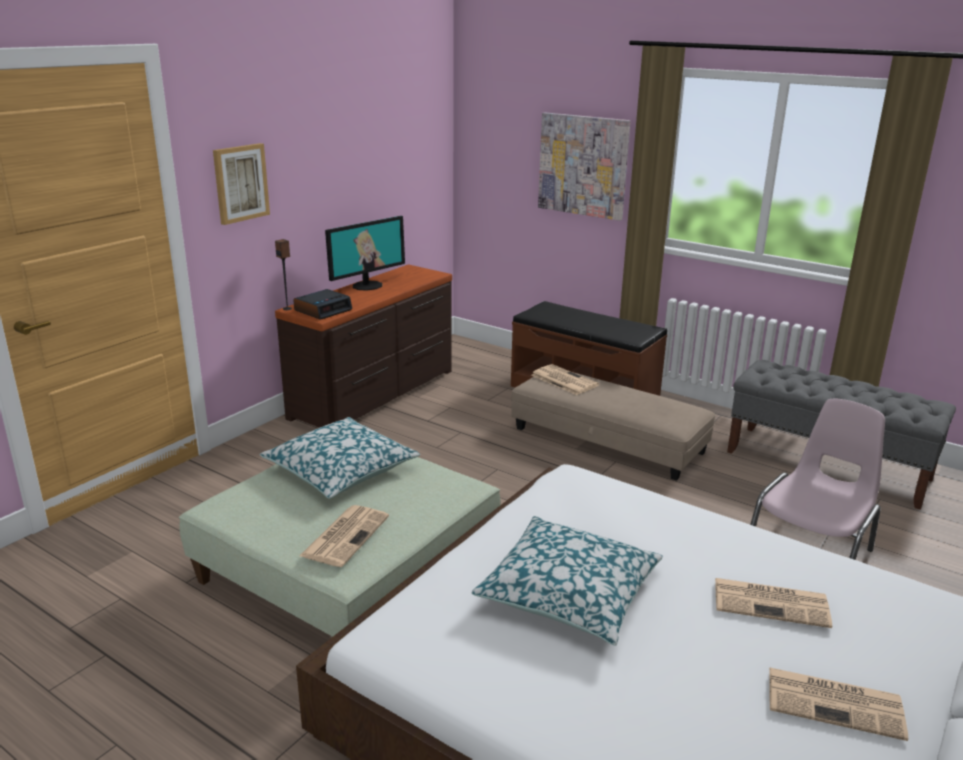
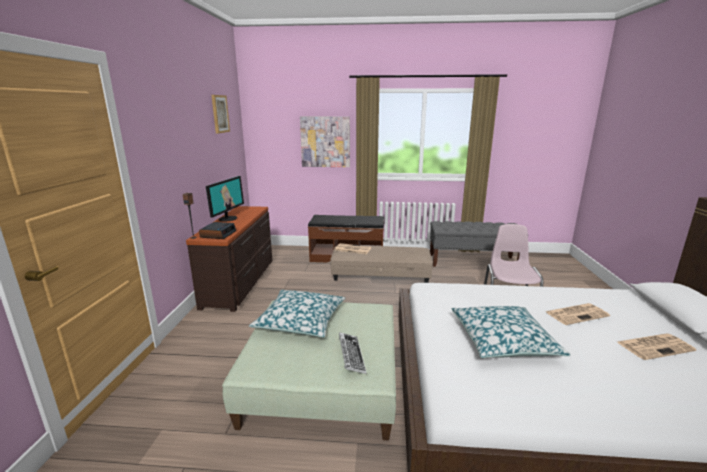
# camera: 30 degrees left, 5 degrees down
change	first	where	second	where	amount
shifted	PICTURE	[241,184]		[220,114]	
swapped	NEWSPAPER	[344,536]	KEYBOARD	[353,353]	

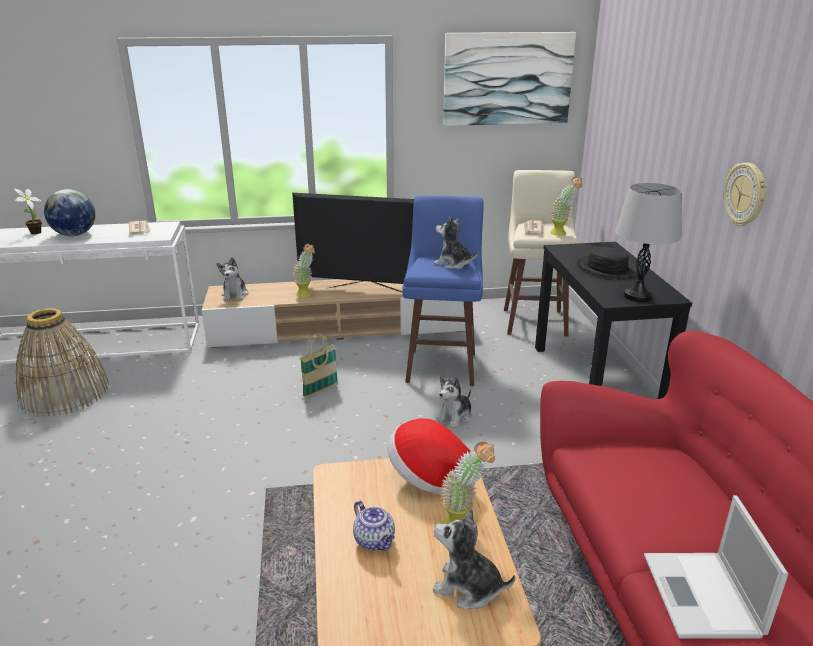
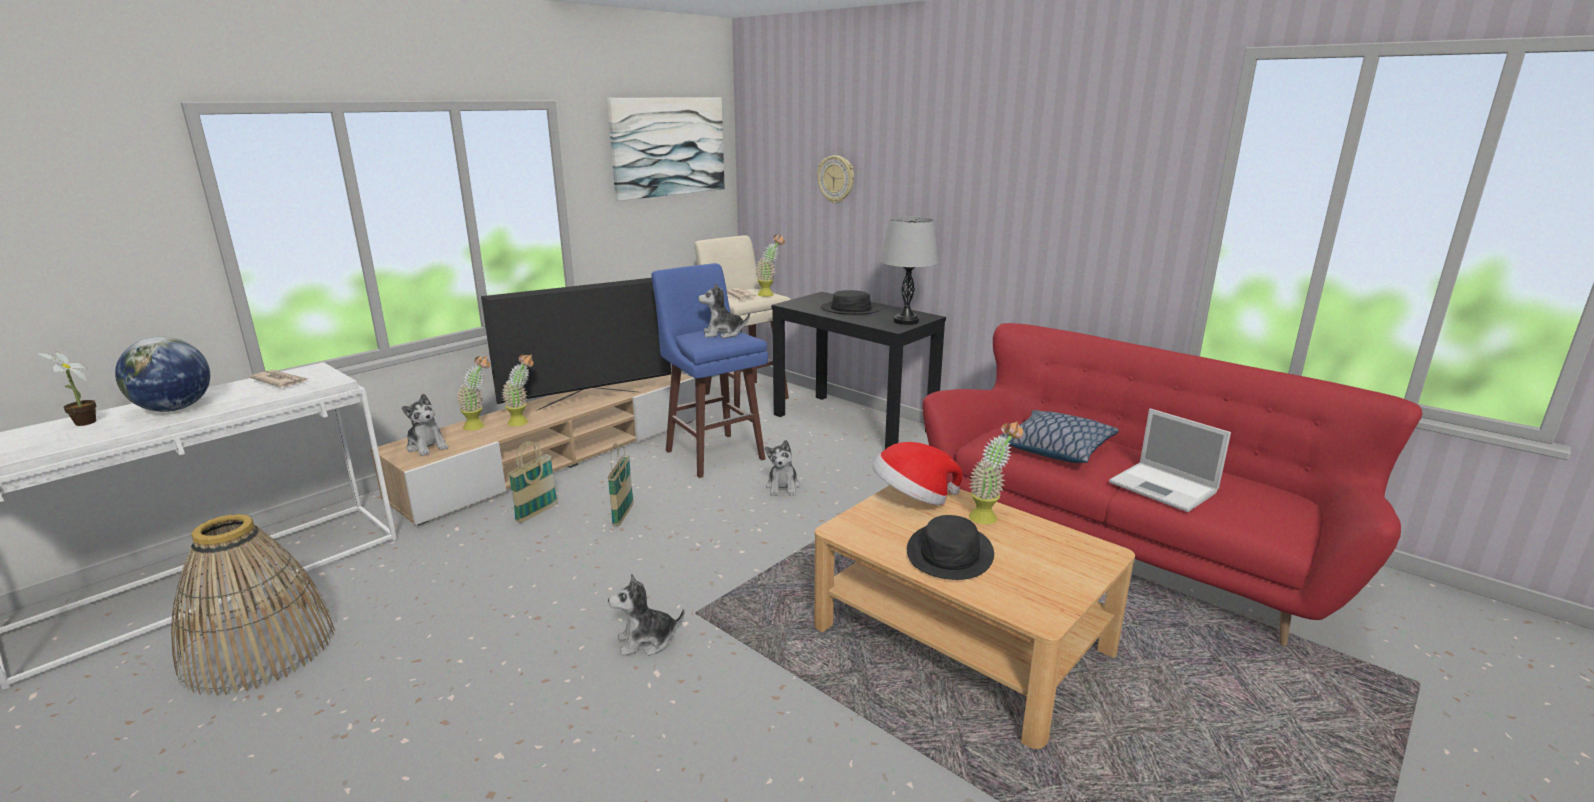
# camera: 40 degrees left, 5 degrees down
change	first	where	second	where	amount
swapped	TEAPOT	[374,525]	BLACK HAT	[950,547]	
shifted	PLUSH TOY	[474,559]		[646,615]	
shifted	WALL CLOCK	[745,194]		[835,179]	
new			POTTED PLANT	[473,393]	
new			BASKET	[533,482]	
new			PILLOW	[1059,436]	

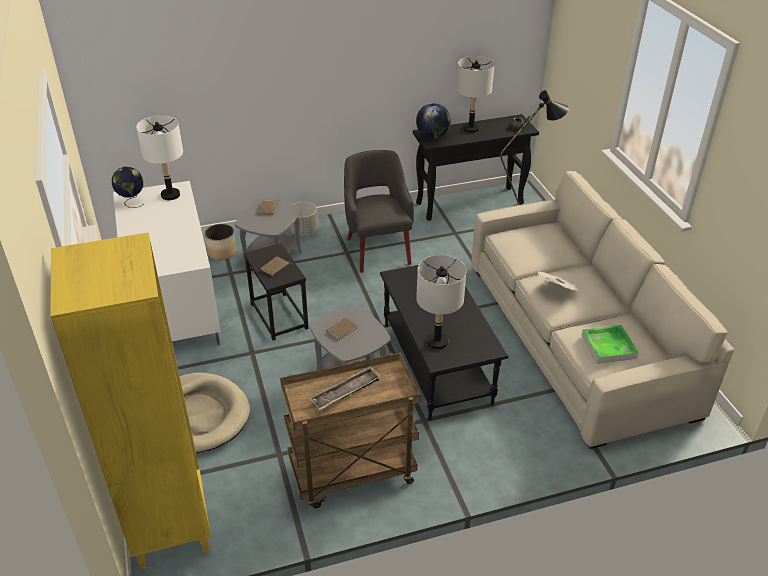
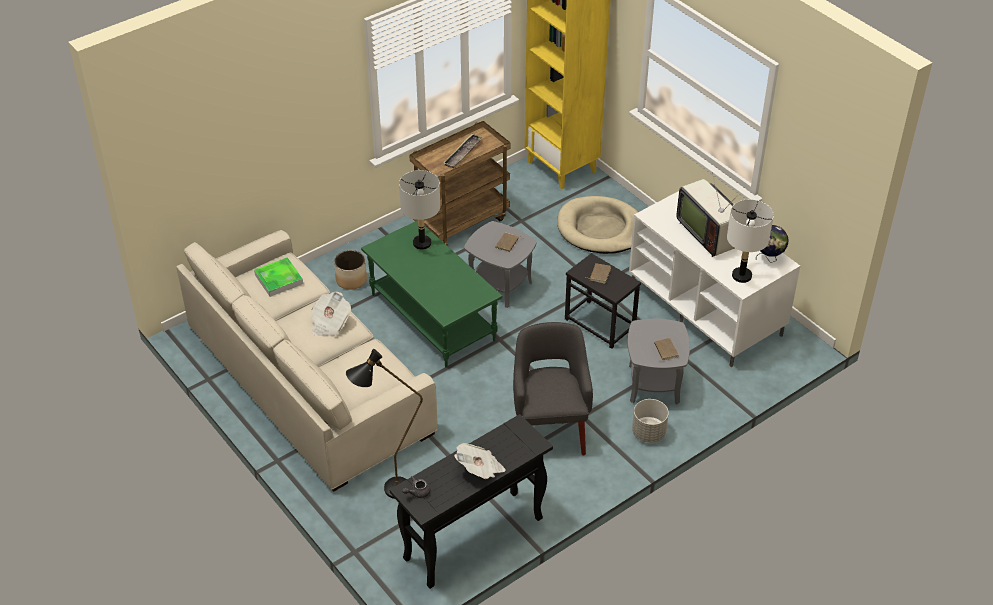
# camera: 160 degrees right, 5 degrees up
change	first	where	second	where	amount
shifted	PLANTER	[220,242]		[350,270]	
rotated	GREY ARMCHAIR	[379,211]		[553,389]	150 degrees counterclockwise
repainted	BLACK COFFEE TABLE	[444,342]	GREEN COFFEE TABLE	[432,294]	
gone	GLOBE	[433,120]			
swapped	GREY TABLE LAMP	[476,94]	NEWSPAPER	[480,461]	
new			TELEVISION	[706,214]	

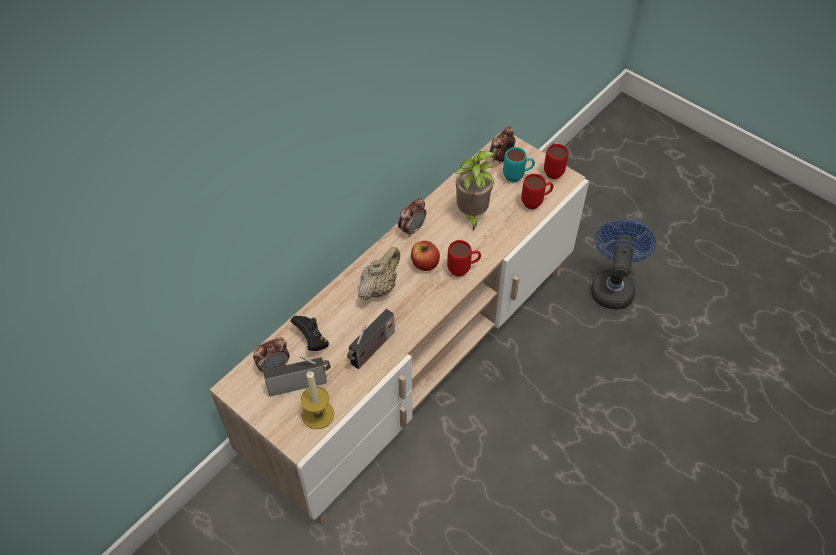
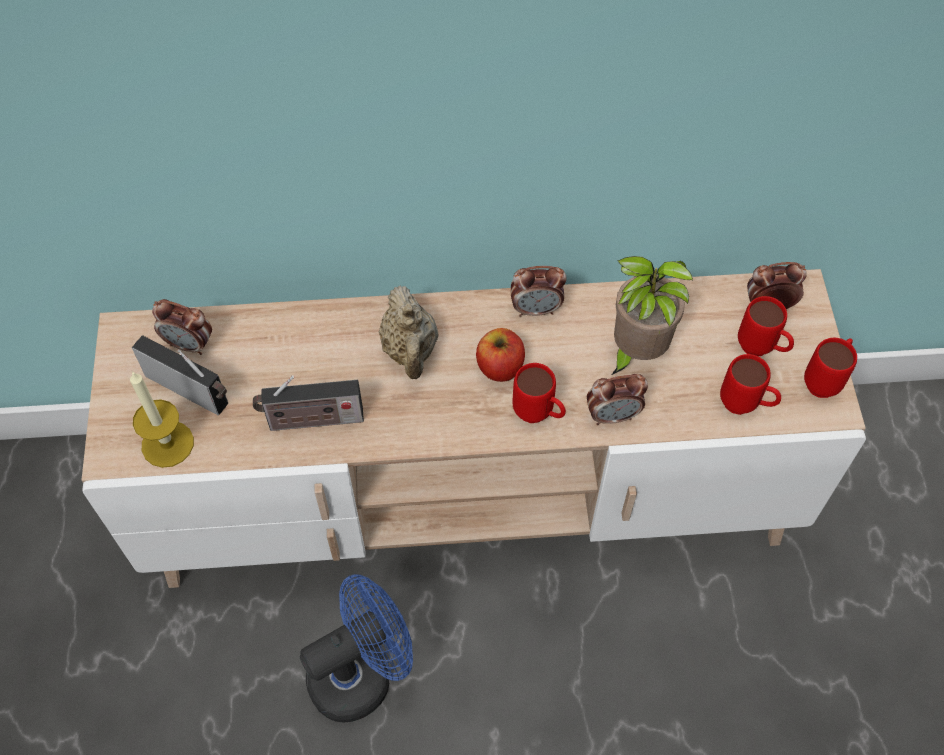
# camera: 45 degrees right, 5 degrees up
change	first	where	second	where	amount
gone	BLACK GAME CONTROLLER	[310,333]			
rotated	BEIGE TEAPOT	[379,273]		[408,332]	90 degrees clockwise
repainted	TURQUOISE MUG	[519,165]	RED MUG	[766,326]	
shifted	BLUE FAN	[623,264]		[356,648]	
new			ALARM CLOCK	[617,399]	

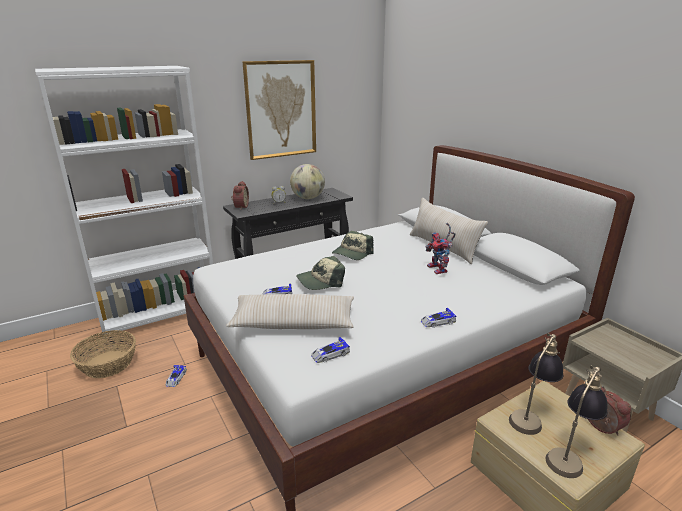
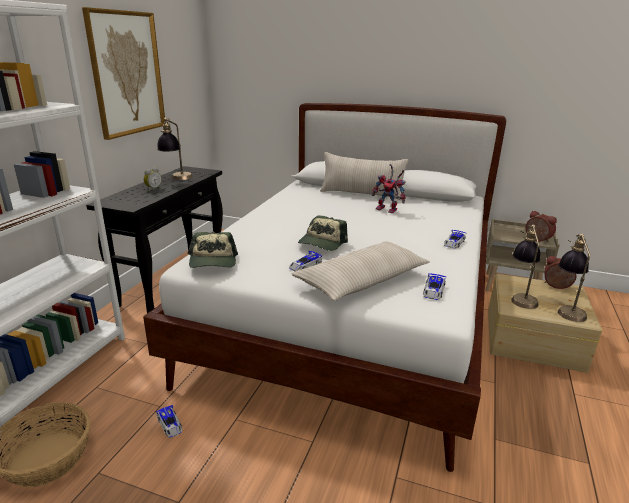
# camera: 40 degrees left, 0 degrees up
change	first	where	second	where	amount
shifted	ALARM CLOCK	[240,195]		[541,226]	
swapped	GLOBE	[307,181]	TABLE LAMP	[175,148]	
shifted	CAP	[353,245]		[213,250]	

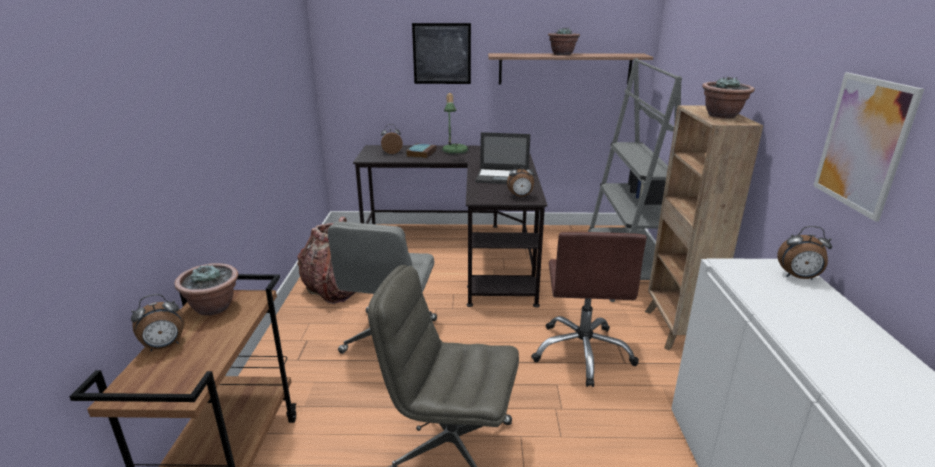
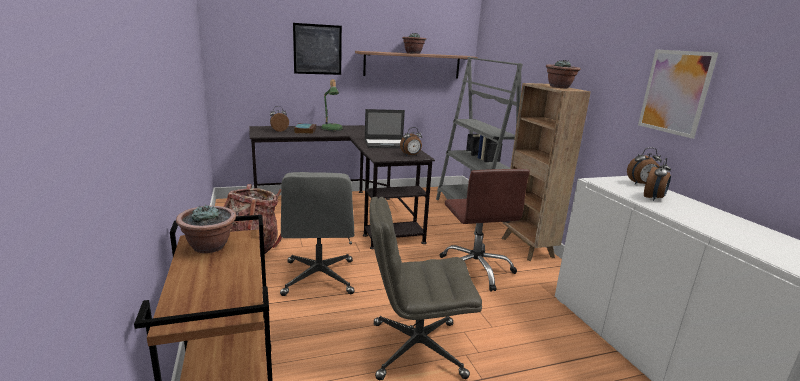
# camera: 20 degrees left, 5 degrees down
change	first	where	second	where	amount
shifted	ALARM CLOCK	[158,322]		[657,179]	

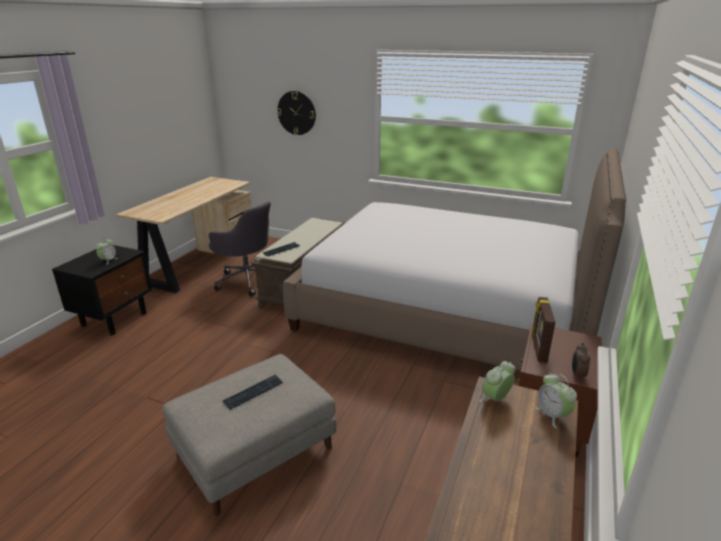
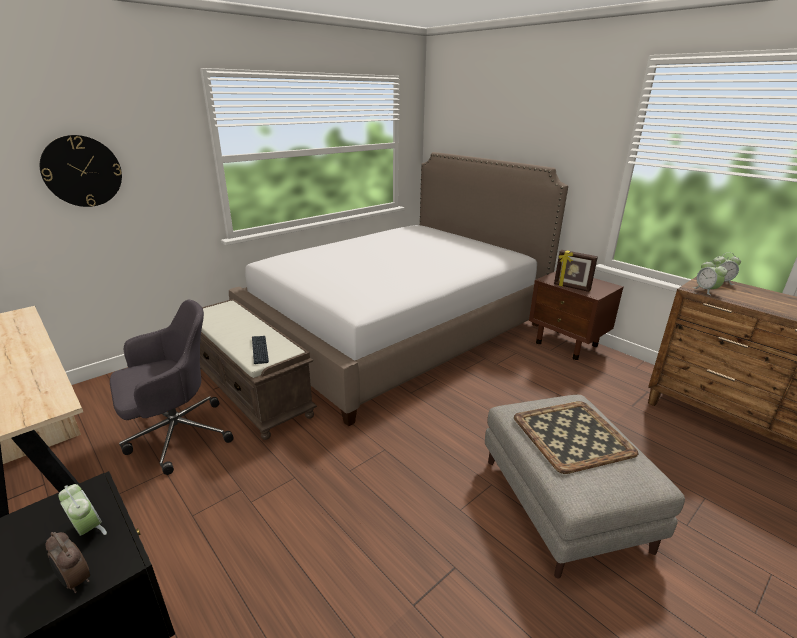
# camera: 65 degrees left, 0 degrees up
change	first	where	second	where	amount
swapped	KEYBOARD	[253,392]	TRAY	[576,437]	
shifted	ALARM CLOCK	[581,361]		[67,562]	

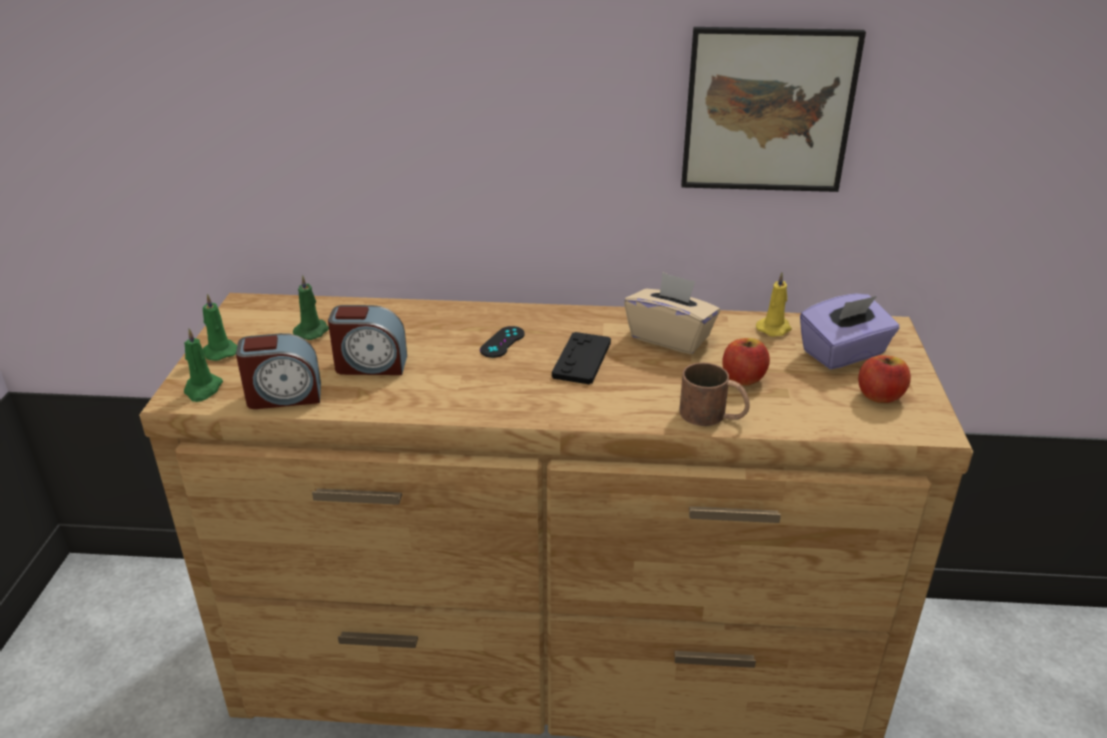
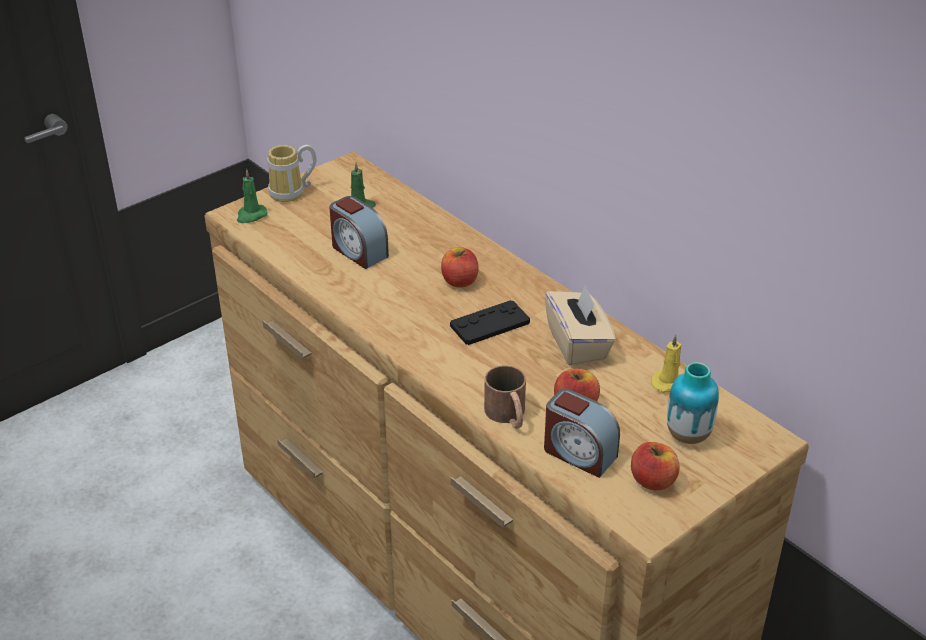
# camera: 45 degrees right, 5 degrees up
change	first	where	second	where	amount
swapped	GREEN CANDLE	[220,327]	MUG	[291,173]	
shifted	ALARM CLOCK	[278,371]		[582,433]	
swapped	BLACK GAME CONTROLLER	[502,342]	APPLE	[459,267]	
gone	PICTURE	[773,109]			
swapped	PURPLE TISSUE BOX	[849,331]	VASE	[693,403]	

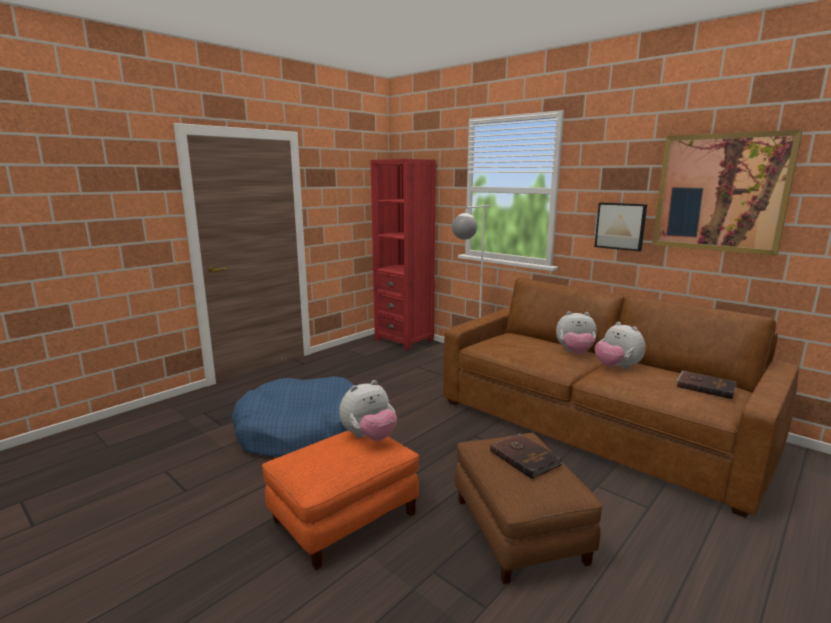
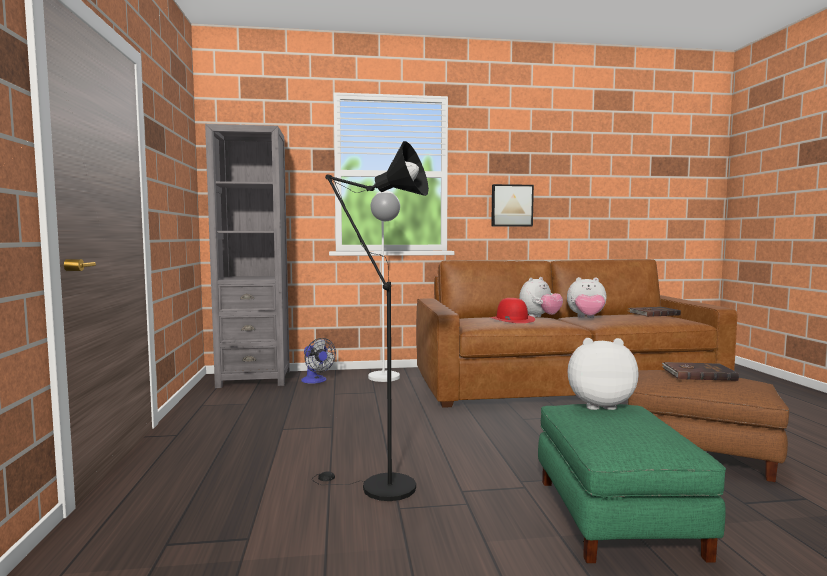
# camera: 50 degrees left, 10 degrees down
change	first	where	second	where	amount
swapped	BLUE DOG BED	[292,416]	BLACK FLOOR LAMP	[370,321]	
repainted	ORANGE OTTOMAN	[340,500]	GREEN OTTOMAN	[632,483]	
rotated	PLUSH TOY	[368,410]		[603,374]	90 degrees counterclockwise
repainted	RED BOOKCASE	[403,255]	GREY BOOKCASE	[247,256]	
gone	PICTURE	[727,193]			
new			FAN	[318,361]	
new			RED HAT	[512,310]	

